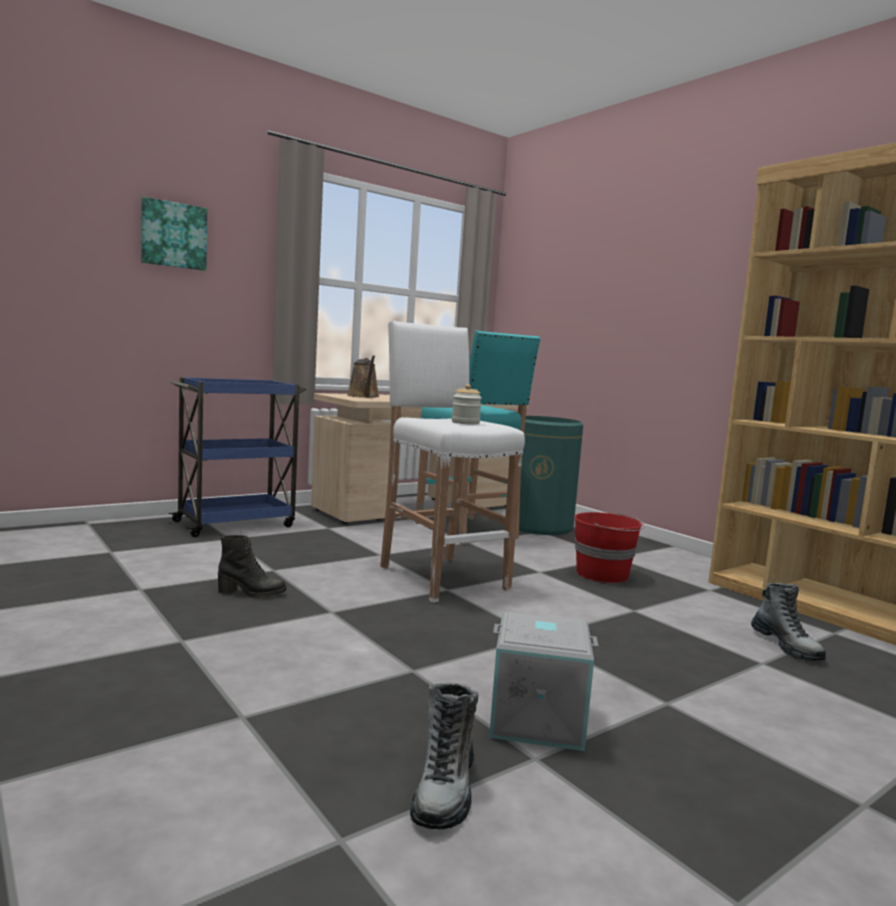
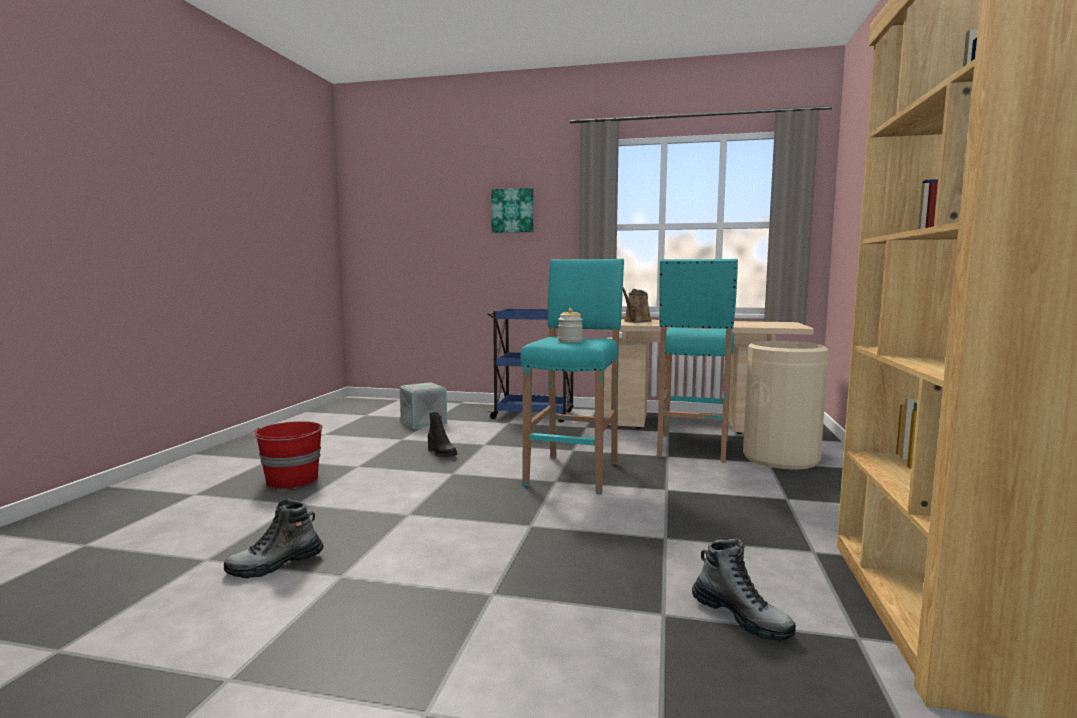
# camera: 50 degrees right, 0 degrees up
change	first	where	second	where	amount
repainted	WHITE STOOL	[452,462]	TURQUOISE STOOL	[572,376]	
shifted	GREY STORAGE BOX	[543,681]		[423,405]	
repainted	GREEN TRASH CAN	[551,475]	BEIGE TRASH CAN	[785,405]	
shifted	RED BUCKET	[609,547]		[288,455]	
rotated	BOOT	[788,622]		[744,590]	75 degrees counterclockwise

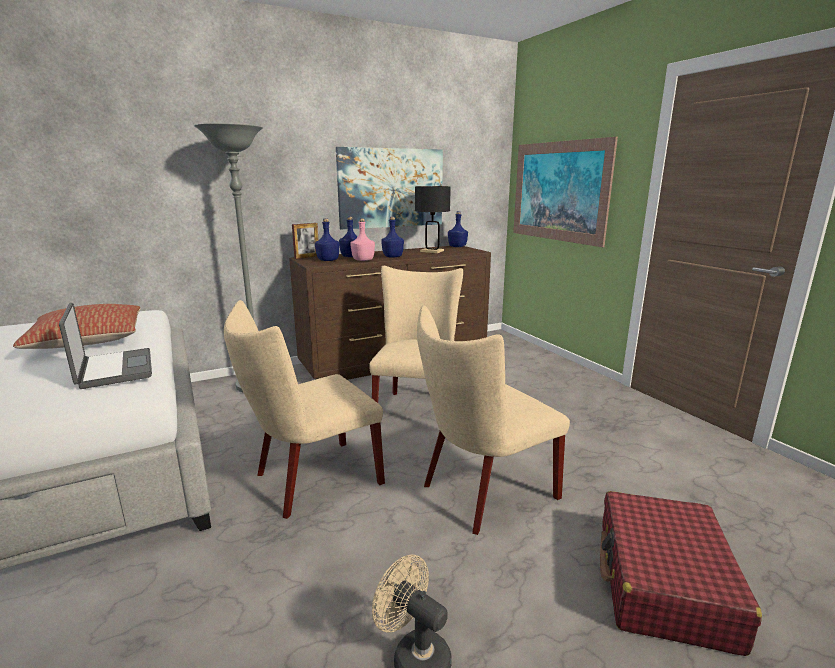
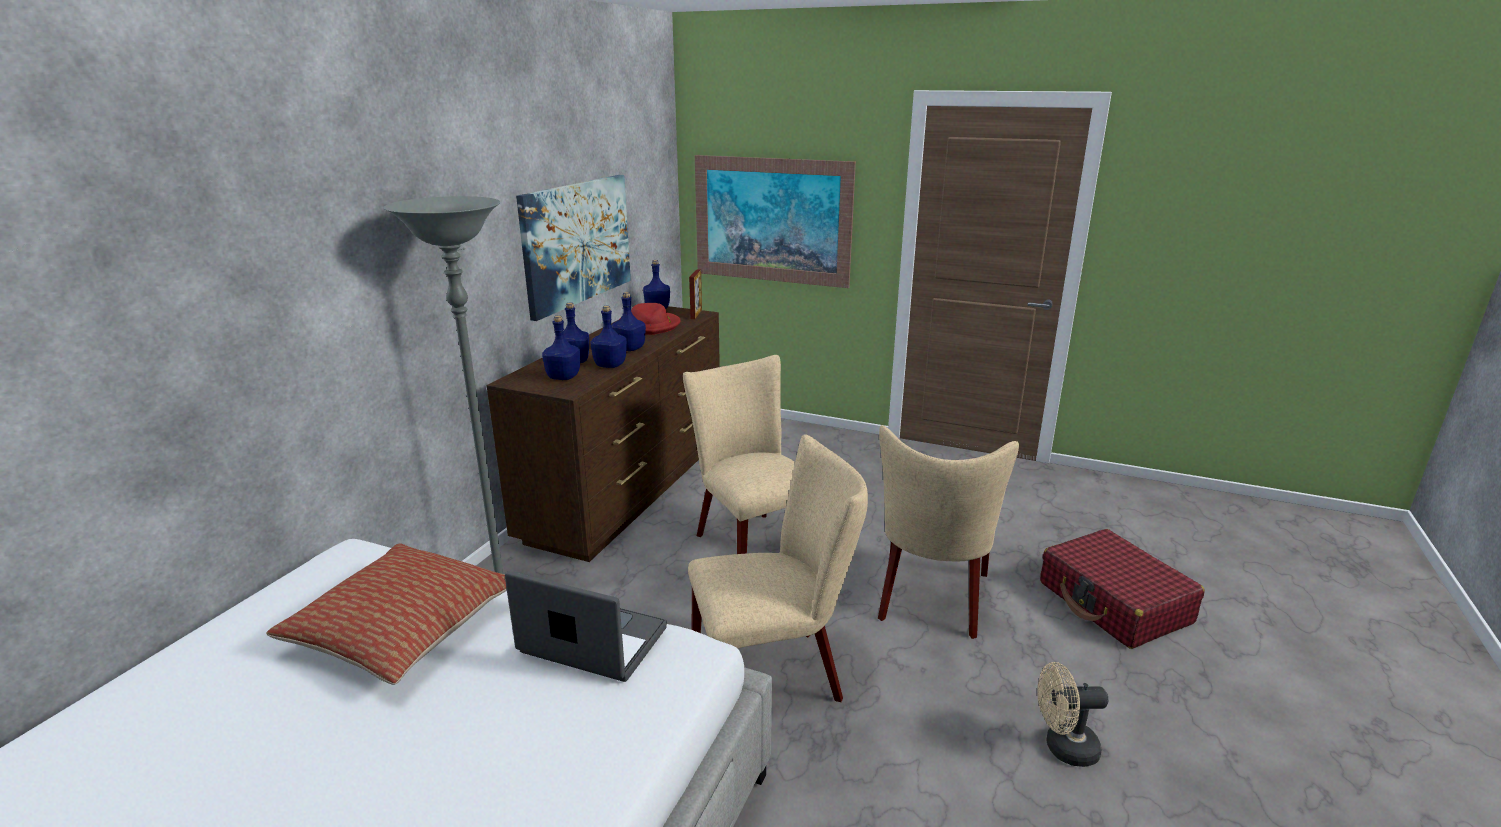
# camera: 40 degrees left, 5 degrees up
change	first	where	second	where	amount
rotated	BEIGE CHAIR	[304,409]		[778,568]	120 degrees counterclockwise
shifted	PICTURE FRAME	[305,241]		[695,294]	
repainted	PINK BOTTLE	[362,239]	BLUE BOTTLE	[608,337]	
swapped	BLACK TABLE LAMP	[433,219]	RED HAT	[656,319]	

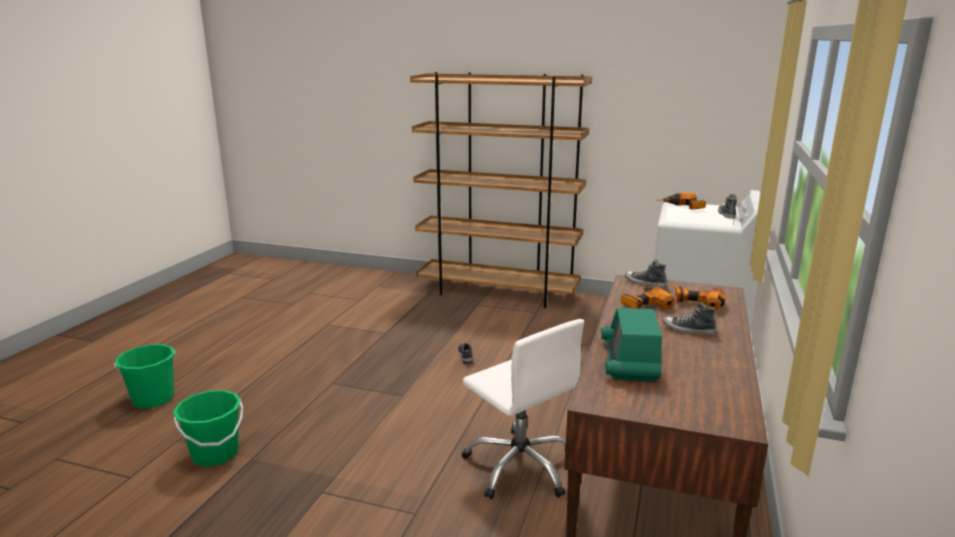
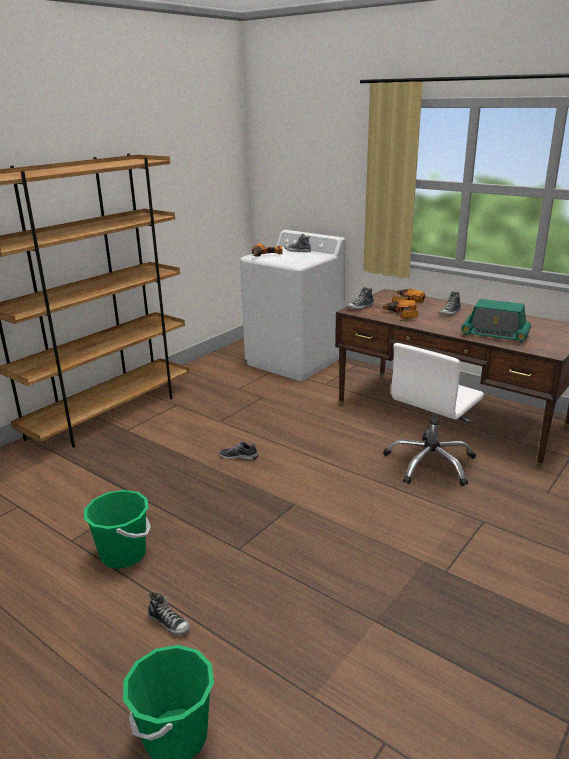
# camera: 70 degrees left, 5 degrees up
change	first	where	second	where	amount
shifted	GREEN BUCKET	[208,428]		[117,529]	
rotated	WHITE OFFICE CHAIR	[522,409]		[433,414]	150 degrees clockwise
new			SHOE	[169,613]	

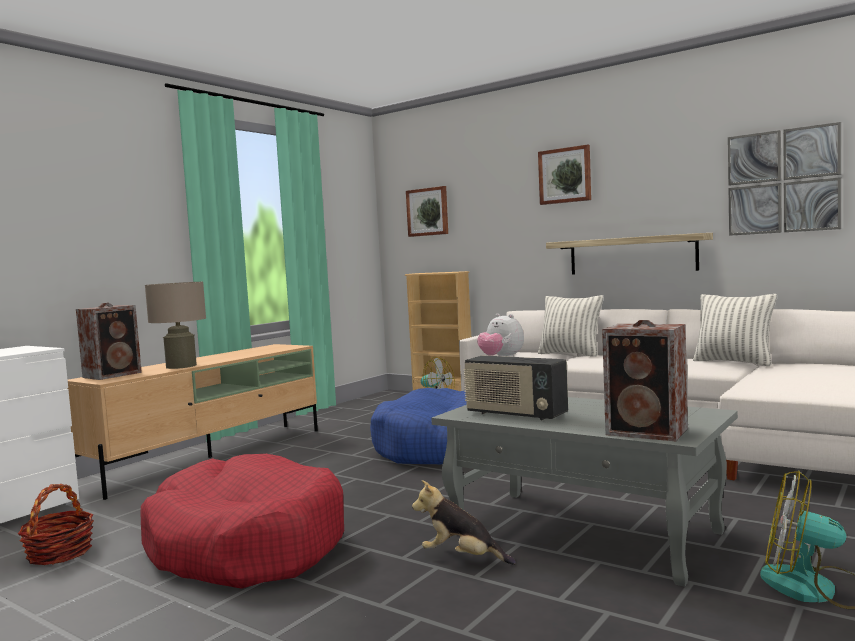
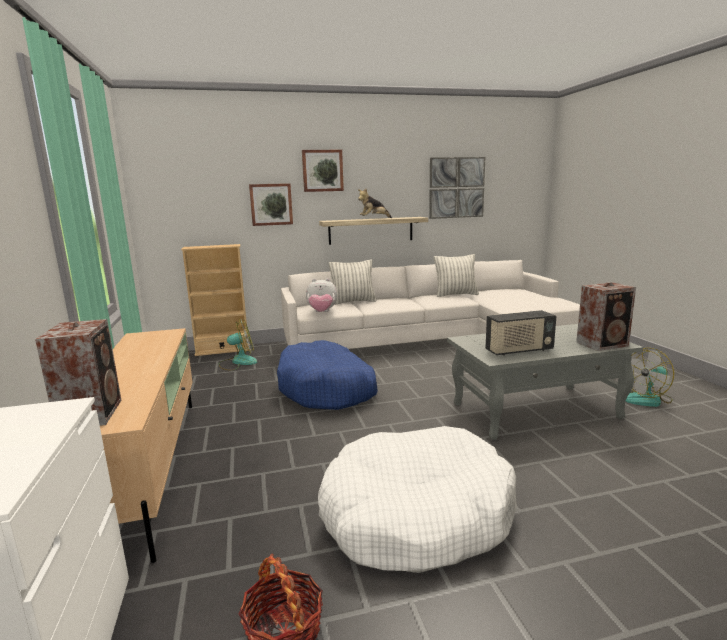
# camera: 50 degrees left, 10 degrees up
change	first	where	second	where	amount
repainted	RED DOG BED	[242,521]	WHITE DOG BED	[417,499]	
gone	BEIGE TABLE LAMP	[175,325]			
shifted	PICTURE	[427,211]		[271,204]	
shifted	PLUSH TOY	[464,522]		[375,203]	

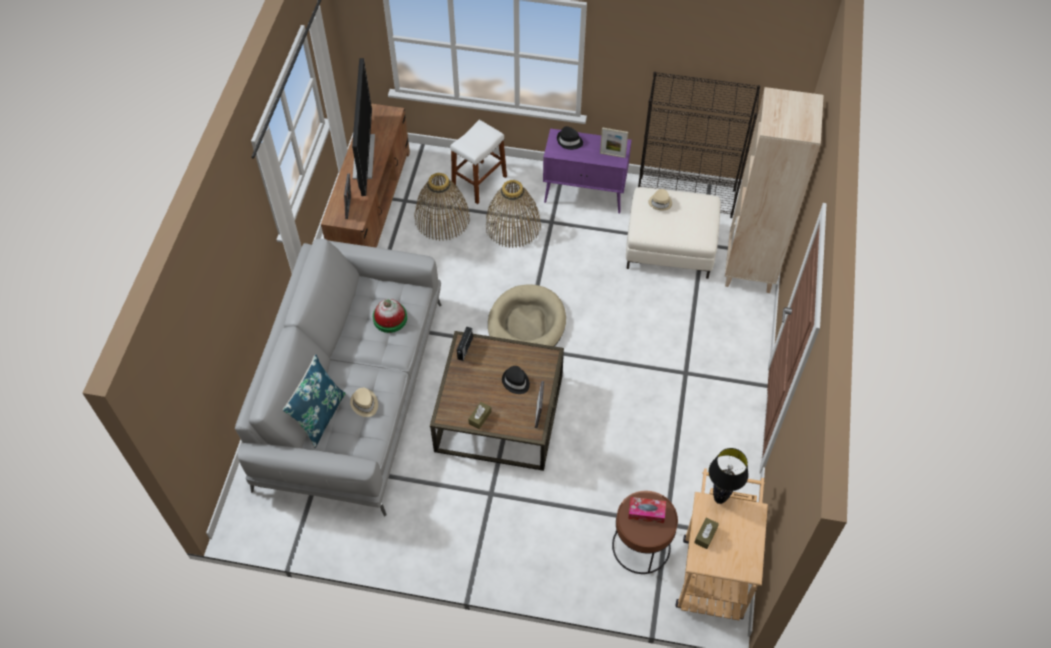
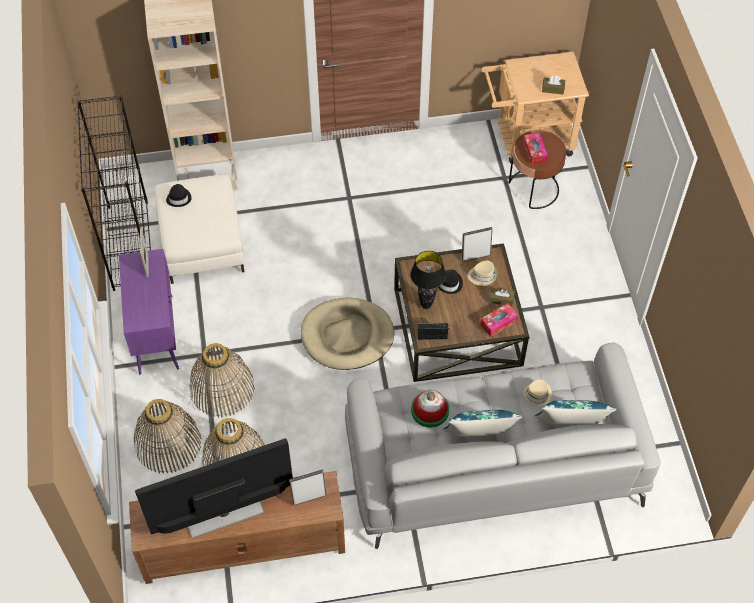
# camera: 110 degrees left, 0 degrees up
change	first	where	second	where	amount
swapped	WHITE STOOL	[478,162]	BASKET	[167,436]	
shifted	BLACK HAT	[570,138]		[179,195]	
shifted	BEIGE HAT	[660,199]		[483,273]	
shifted	BLACK TABLE LAMP	[729,476]		[428,280]	
new			BLUE PILLOW	[483,423]	
new			TISSUE BOX	[499,320]	

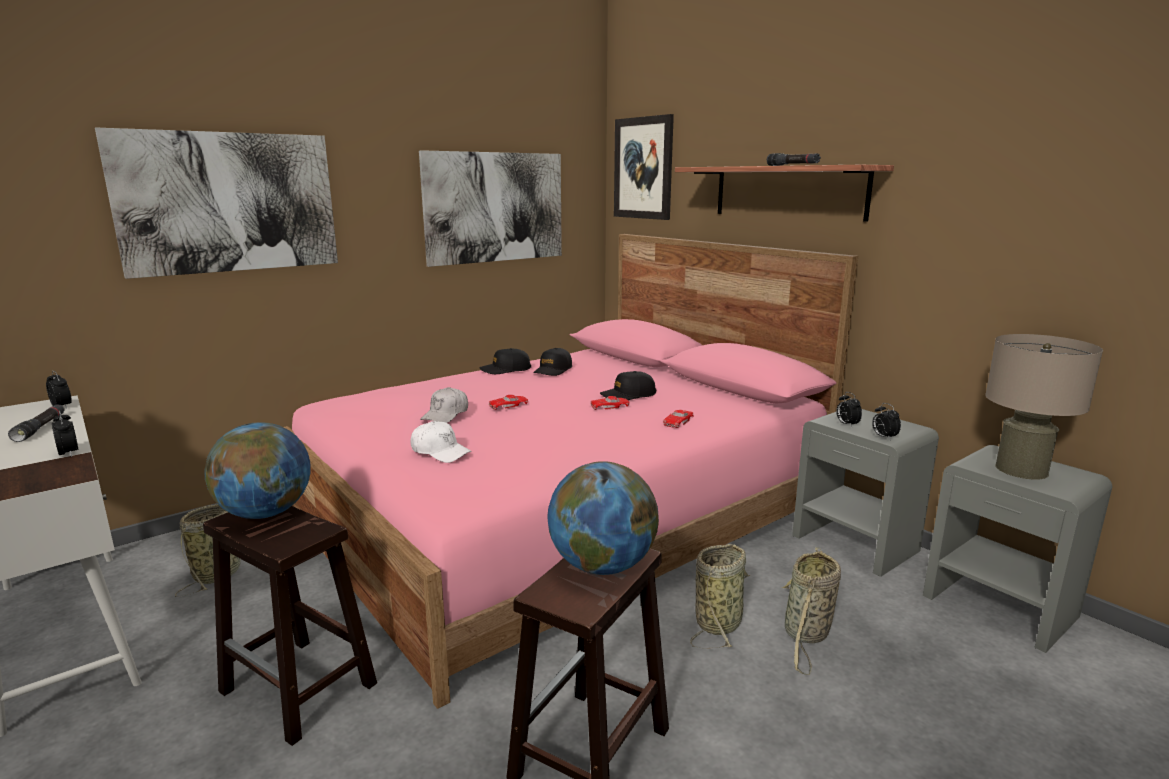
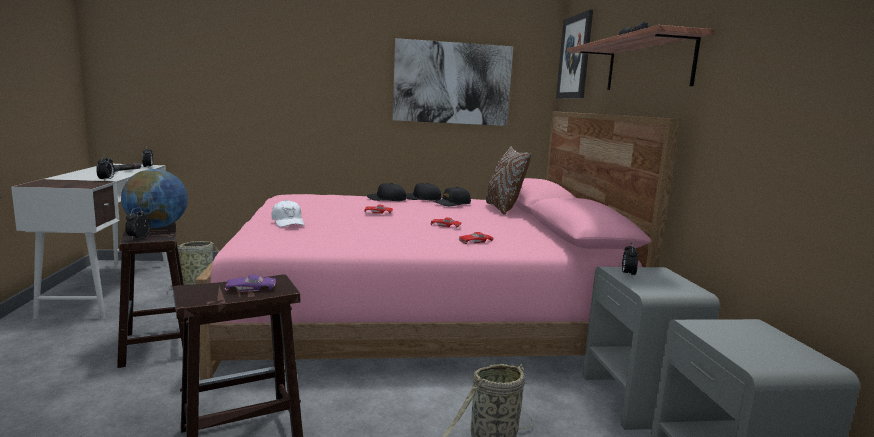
# camera: 30 degrees right, 5 degrees down
change	first	where	second	where	amount
gone	PICTURE	[216,203]			
gone	WHITE CAP	[444,405]			
swapped	GLOBE	[603,518]	PURPLE TOY CAR	[250,283]	
shifted	BLACK CAP	[628,385]		[386,192]	
gone	BASKET	[720,596]			
shifted	ALARM CLOCK	[886,421]		[138,224]	
gone	BEIGE TABLE LAMP	[1044,407]			
new			BROWN PILLOW	[508,180]	

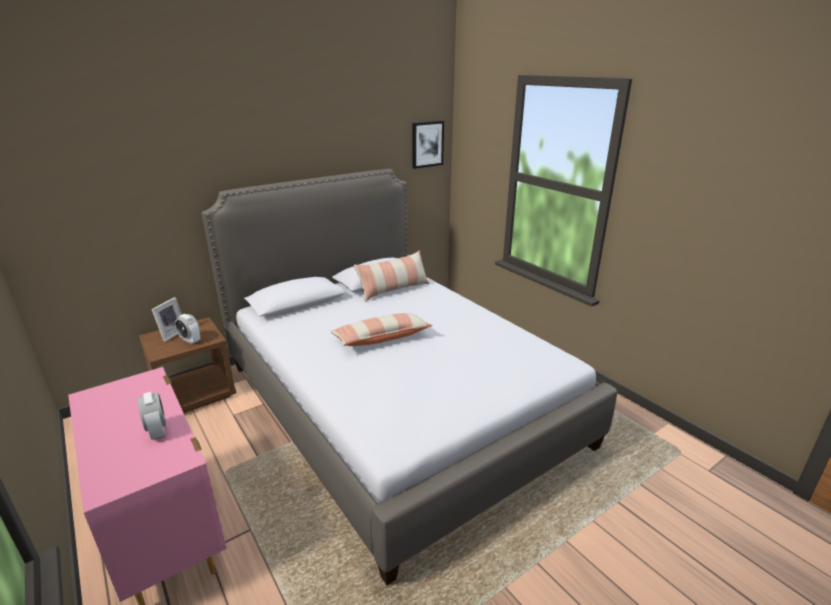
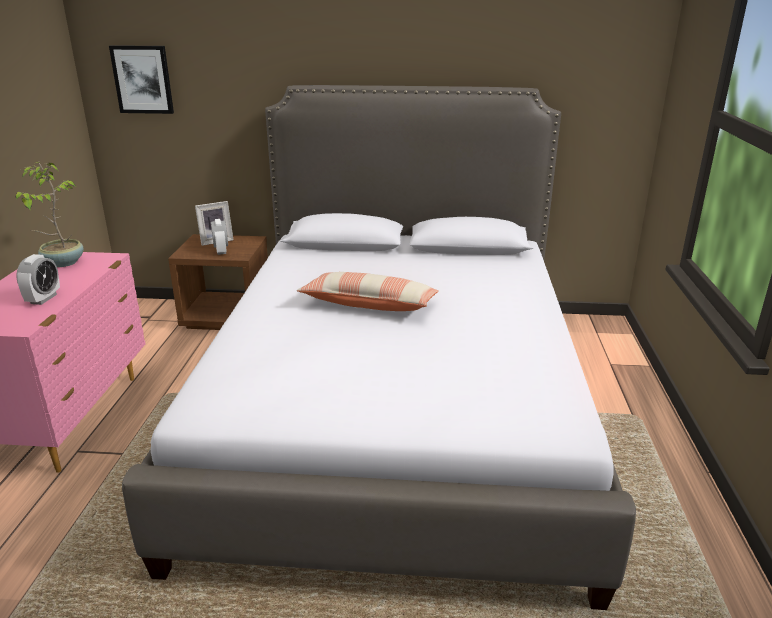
# camera: 40 degrees right, 0 degrees up
change	first	where	second	where	amount
gone	PILLOW	[392,276]			
shifted	PICTURE	[428,145]		[141,79]	
new			POTTED PLANT	[49,214]	

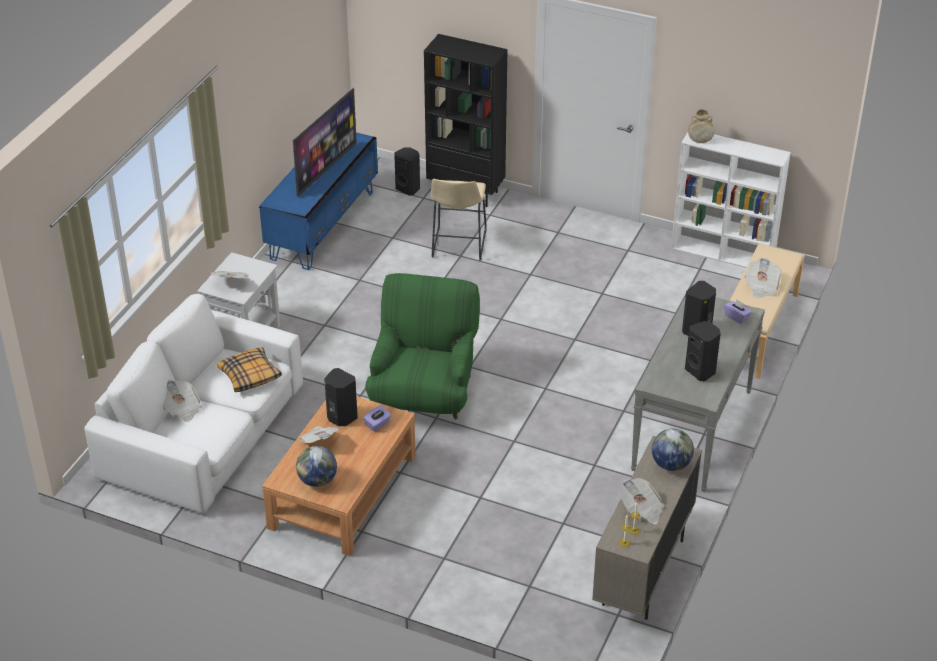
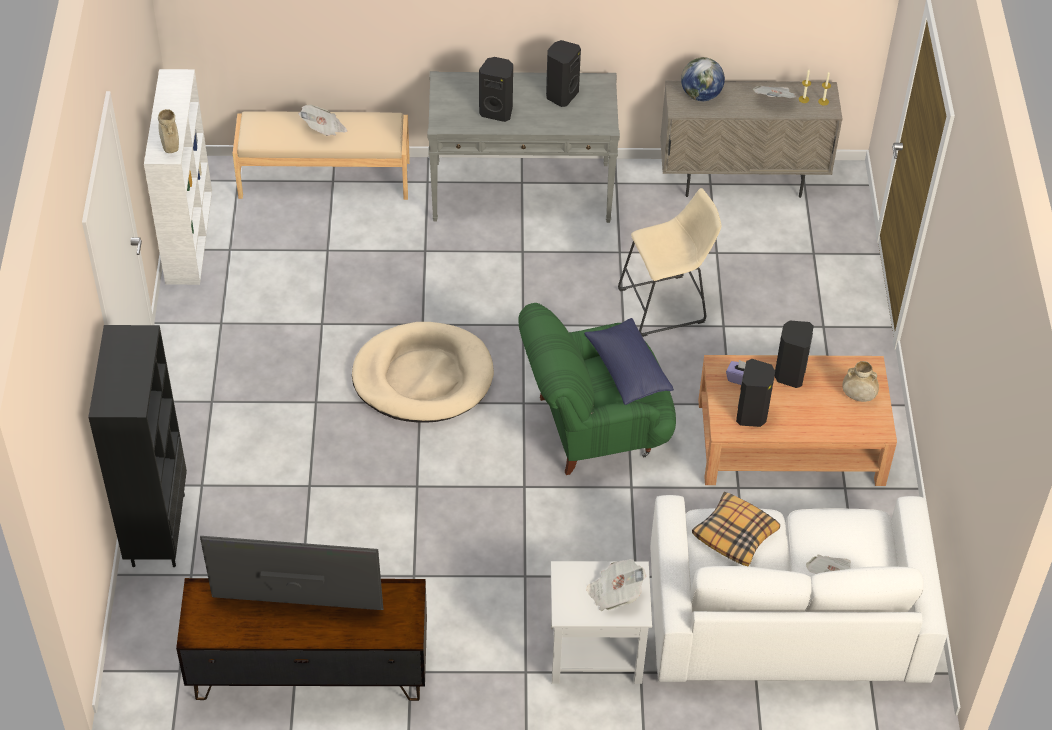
# camera: 115 degrees left, 10 degrees up
change	first	where	second	where	amount
repainted	BLUE TV STAND	[318,201]	BROWN TV STAND	[301,639]	
swapped	GLOBE	[316,466]	BEIGE VASE	[860,381]	
gone	NEWSPAPER	[318,434]			
shifted	BLACK SPEAKER	[407,171]		[794,354]	
shifted	BEIGE STOOL	[459,219]		[669,262]	
gone	PURPLE TISSUE BOX	[738,312]			
new			BEIGE DOG BED	[423,372]	
new			BLUE PILLOW	[629,361]	

